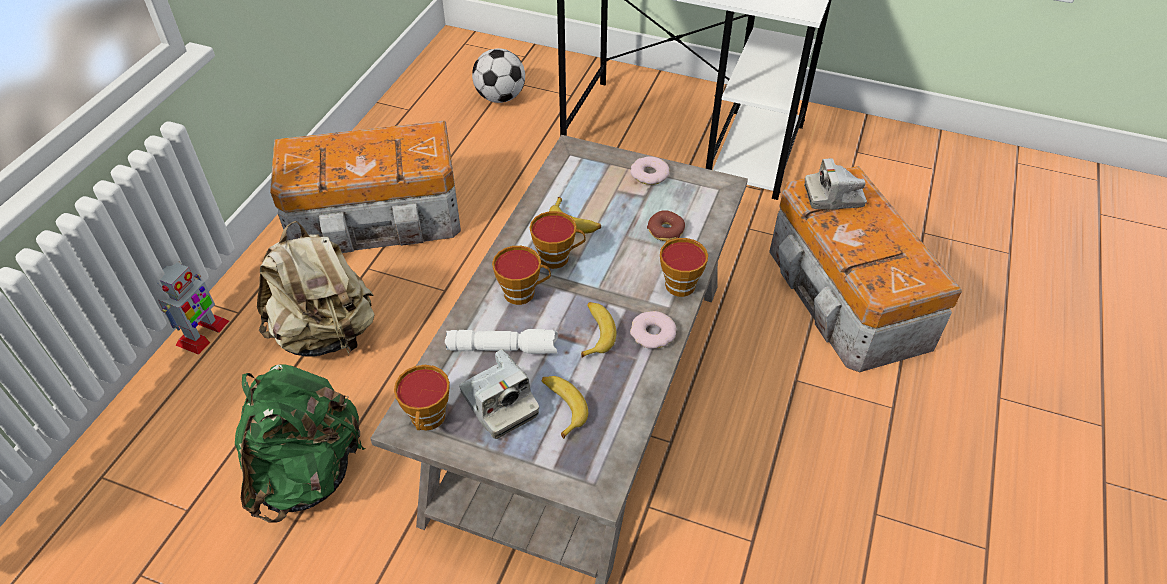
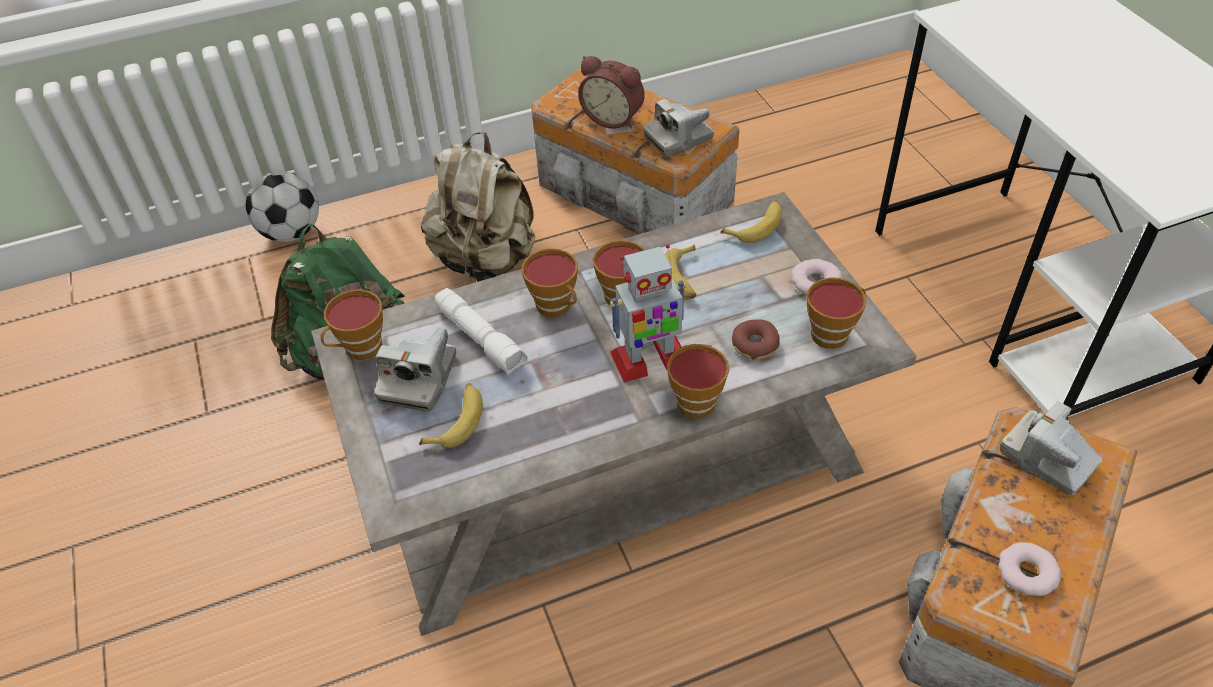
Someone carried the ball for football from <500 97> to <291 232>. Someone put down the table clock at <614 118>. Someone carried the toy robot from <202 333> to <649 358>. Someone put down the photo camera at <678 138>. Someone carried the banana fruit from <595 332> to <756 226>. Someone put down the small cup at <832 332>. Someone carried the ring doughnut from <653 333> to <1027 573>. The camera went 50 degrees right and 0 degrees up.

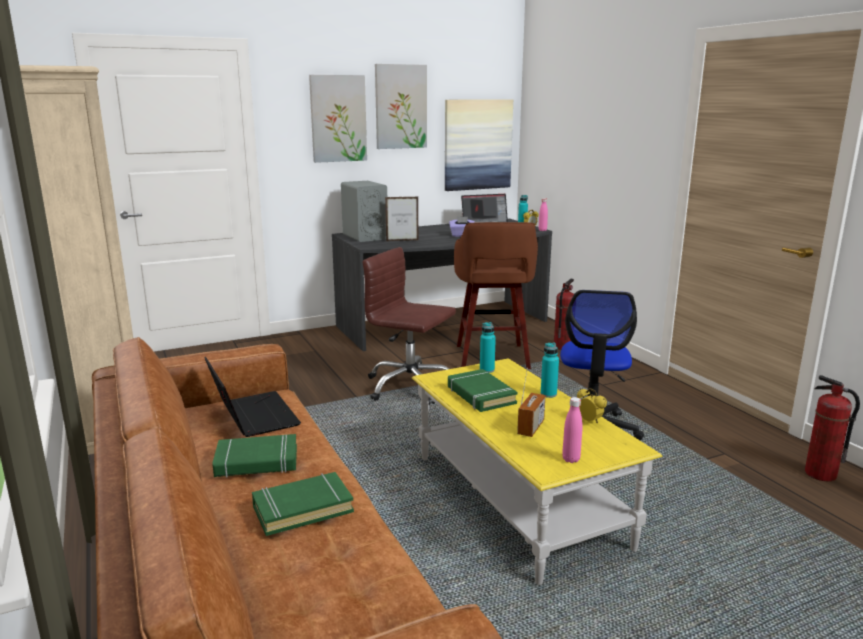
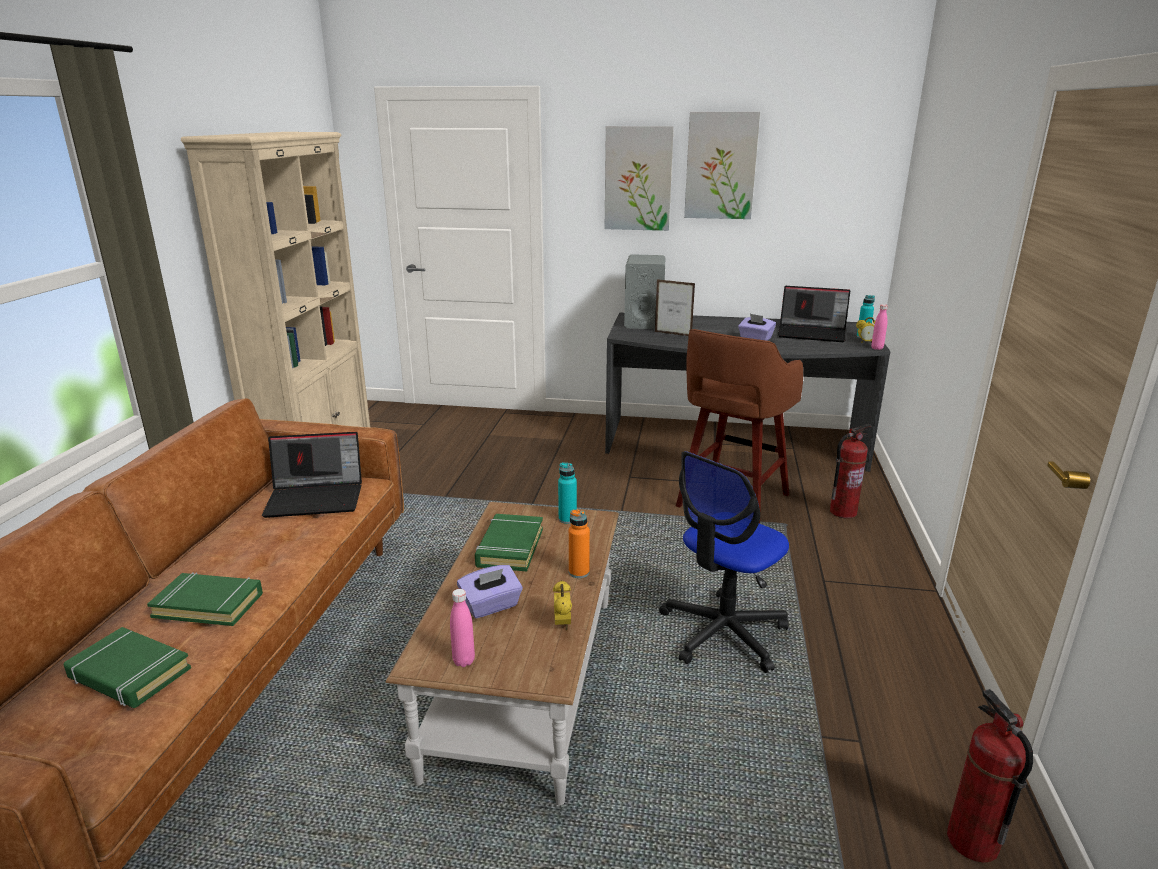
Someone carried the green volume from <256 462> to <129 674>. Someone rotated the portable computer at <252 416> by 75 degrees clockwise. Someone repainted the yellowish low table at <517 500>, which became the brown-coloured low table at <525 681>. Someone swapped the radio set at <531 428> for the purplish box of tissues at <491 606>. Someone repainted the turquoise bottle at <548 394>, which became the orange bottle at <579 572>. Someone took away the brown-coloured office chair at <410 386>. Someone took away the picture at <477 144>. The camera went 35 degrees right and 5 degrees up.

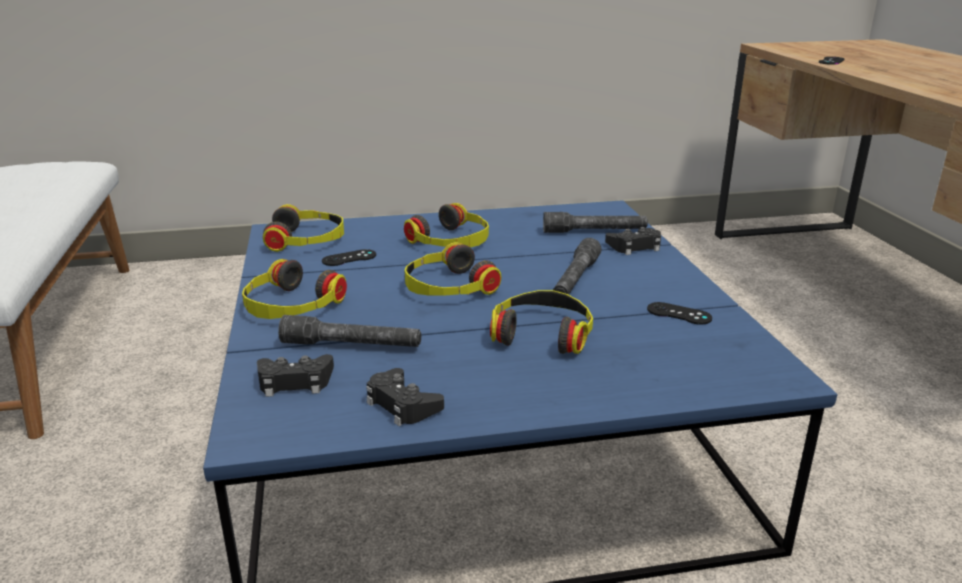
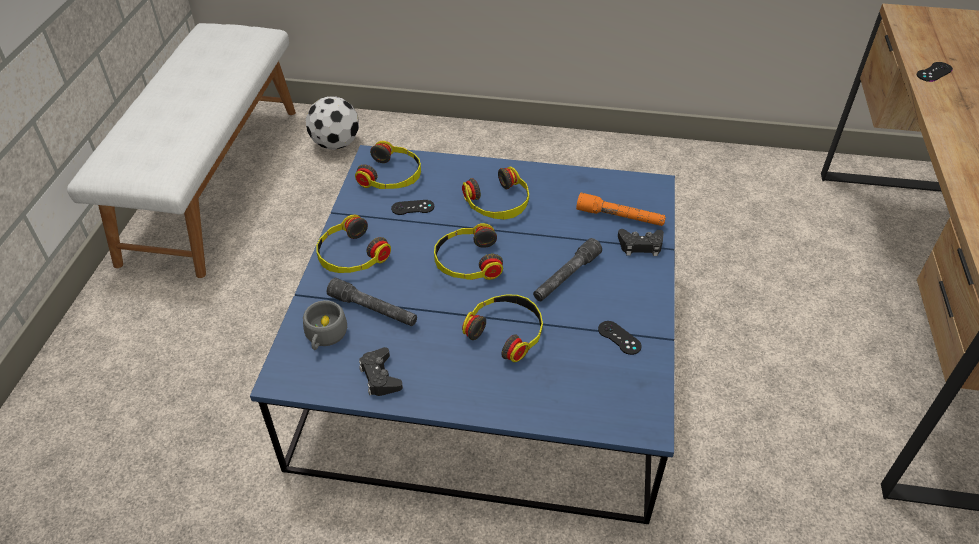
Someone swapped the black-coloured gamepad at <295 382> for the greyish small cup at <324 336>. Someone put down the ball for football at <336 143>. Someone repainted the greyish hand torch at <594 232>, which became the orange hand torch at <620 217>. The camera went 20 degrees right and 20 degrees up.

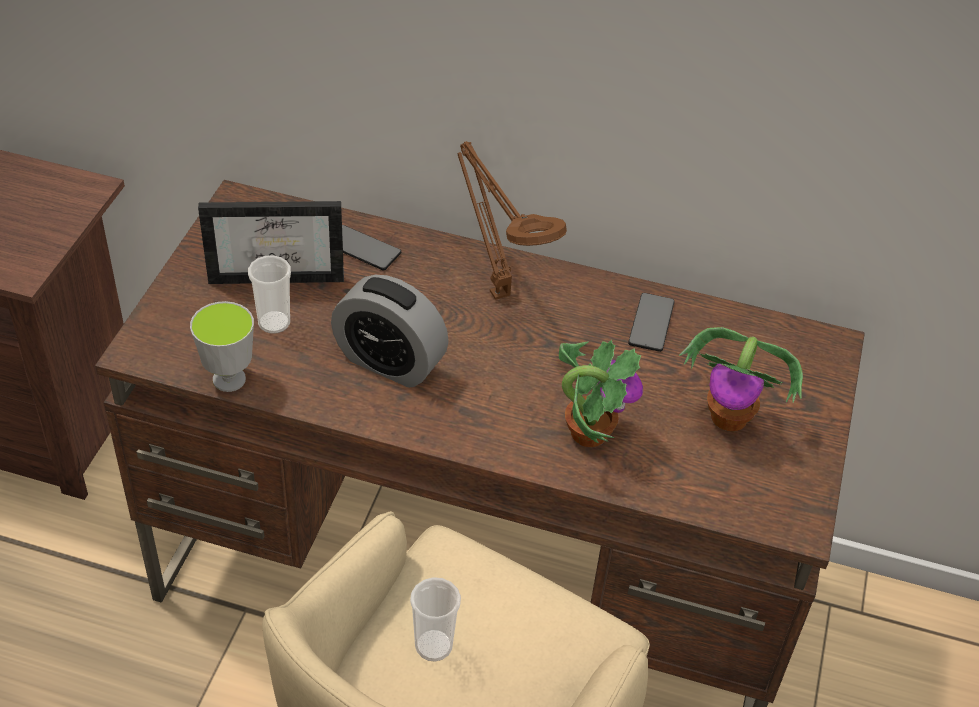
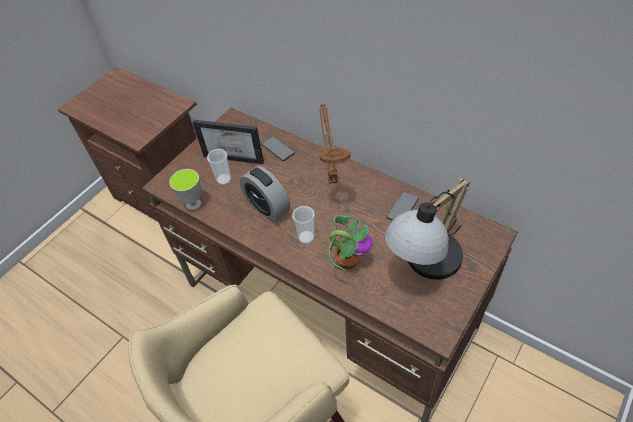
Someone carried the small cup from <433 646> to <306 237>. Someone swapped the houseplant at <730 417> for the lamp for a table at <424 266>. The camera went 25 degrees right and 5 degrees up.

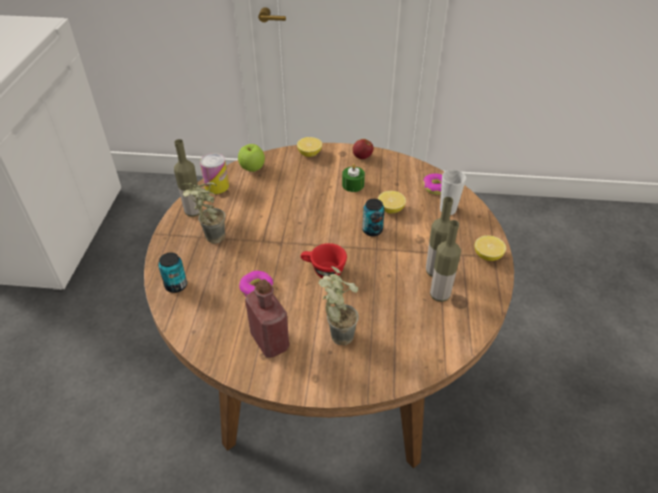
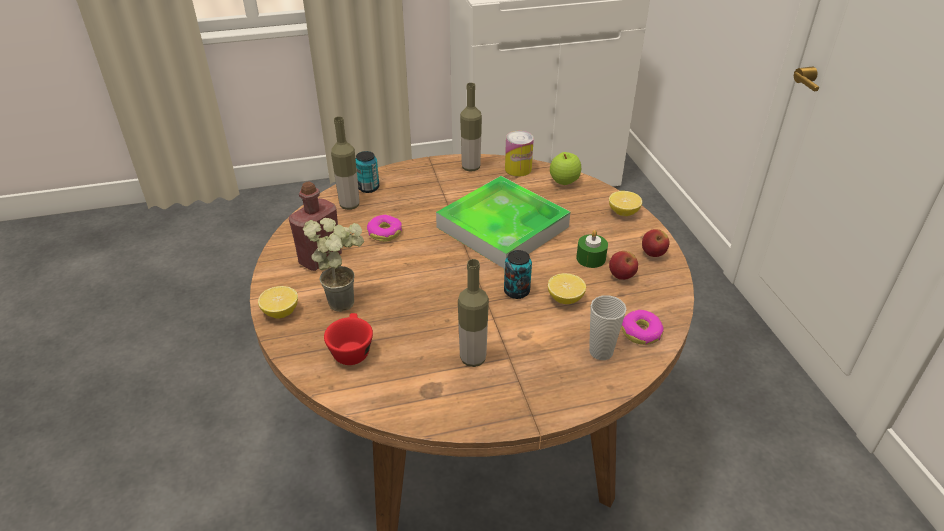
Someone carried the citrus fruit from <487 256> to <280 312>. Someone carried the red small cup from <323 271> to <351 349>. Someone carried the bottle from <439 295> to <349 205>. Someone put down the carrying tray at <502 227>. Someone put down the whole apple at <621 276>. Someone took away the houseplant at <209 238>. The camera went 70 degrees right and 5 degrees down.

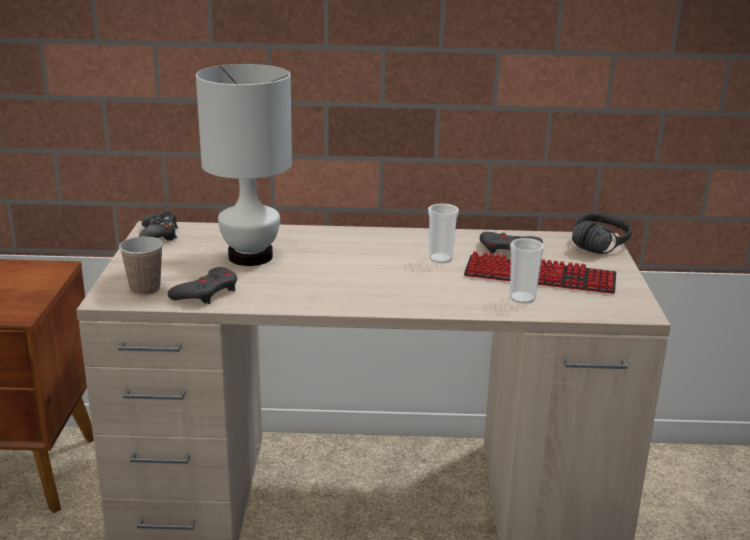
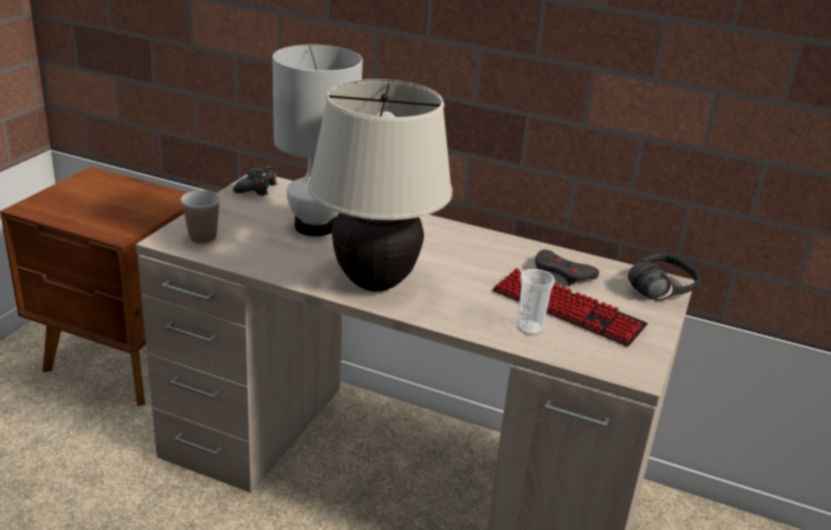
Someone put down the beige-coloured lamp for a table at <374 283>. Someone took away the greyish gamepad at <206 292>. Someone took away the small cup at <440 259>. The camera went 20 degrees right and 5 degrees up.

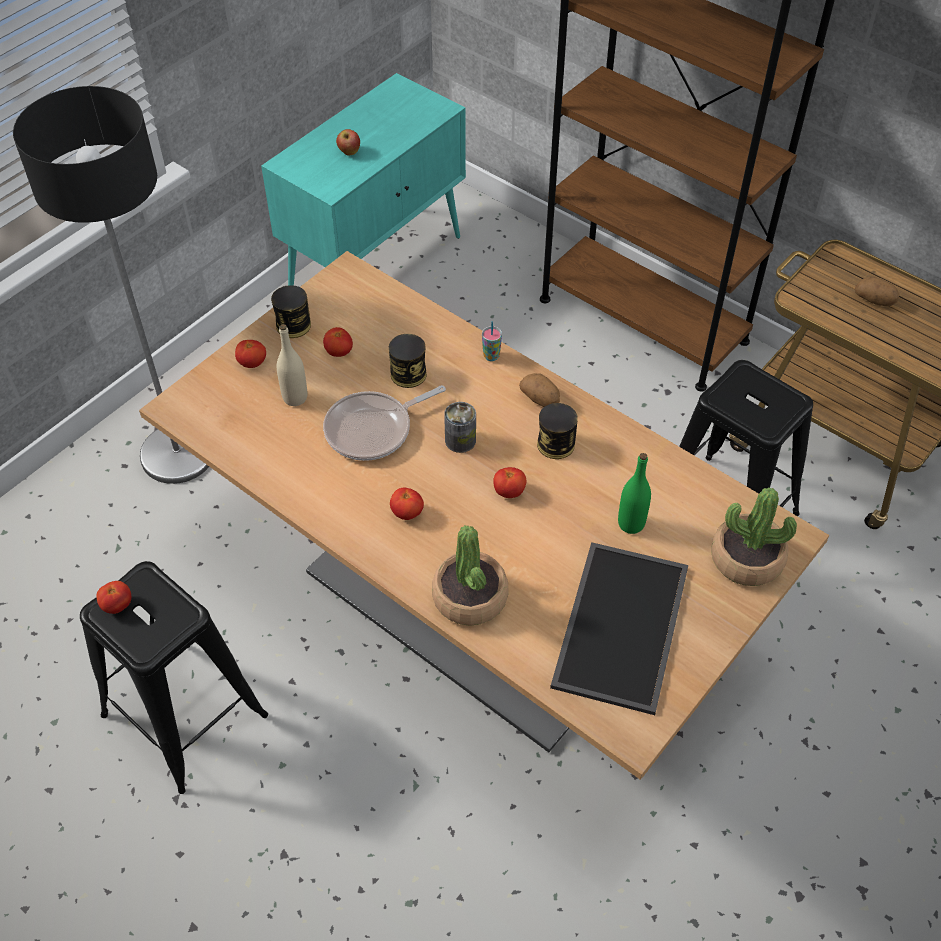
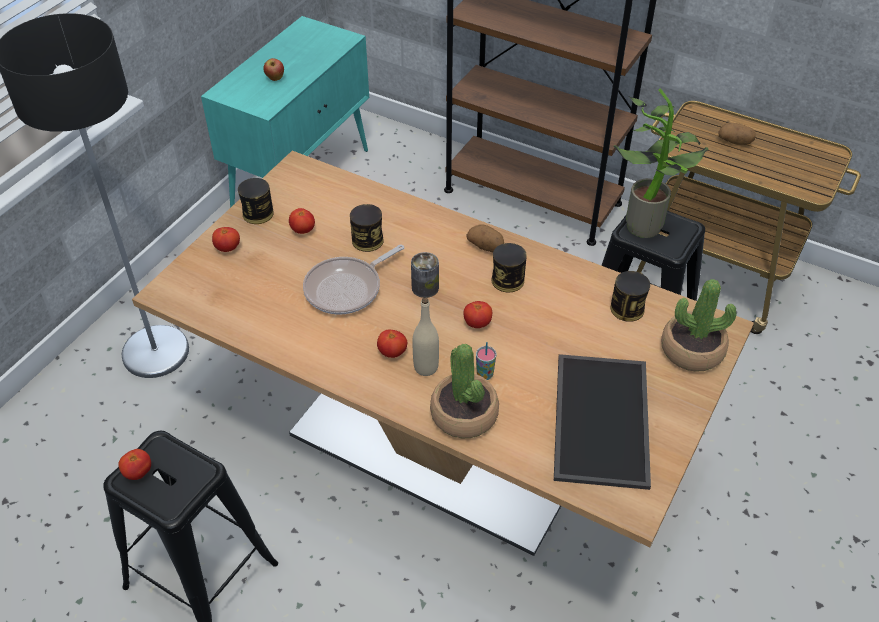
Someone carried the beige-coloured bottle from <295 397> to <426 367>. Someone carried the small cup from <491 356> to <485 375>. Someone put down the sealed can at <627 309>. Someone put down the houseplant at <647 223>. Someone took away the green bottle at <631 523>. The camera went 10 degrees left and 5 degrees down.

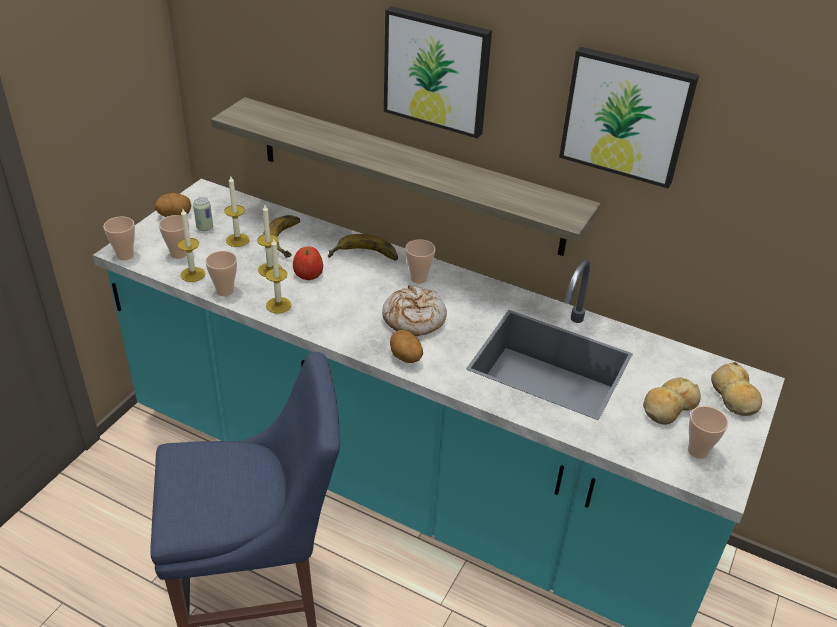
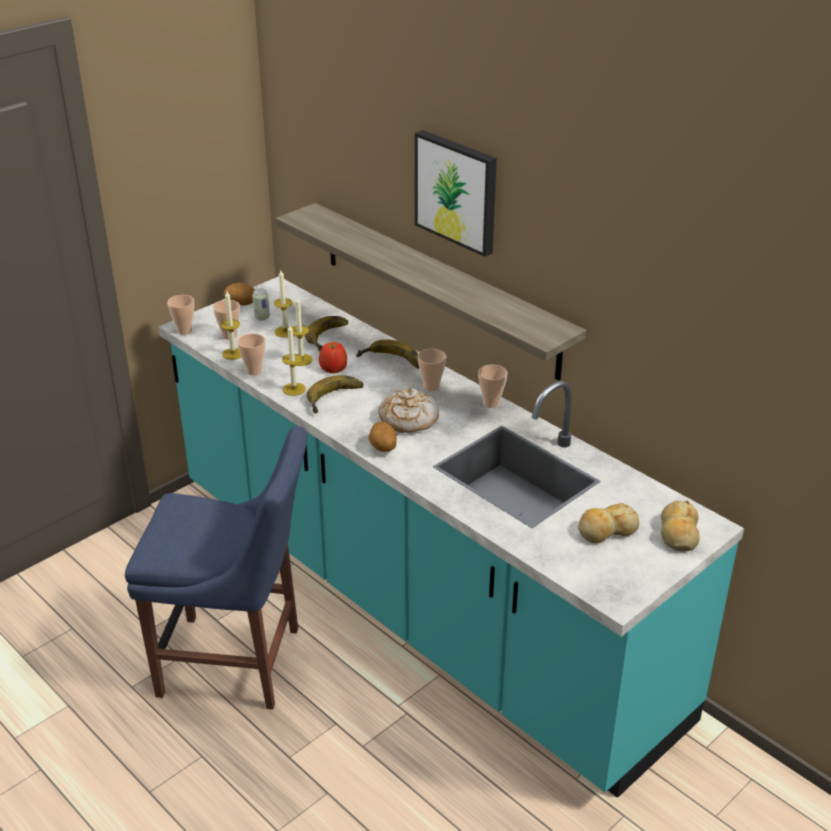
Someone put down the banana fruit at <337 399>. Someone carried the small cup from <698 451> to <491 403>. Someone took away the picture at <626 116>. The camera went 20 degrees right and 5 degrees down.

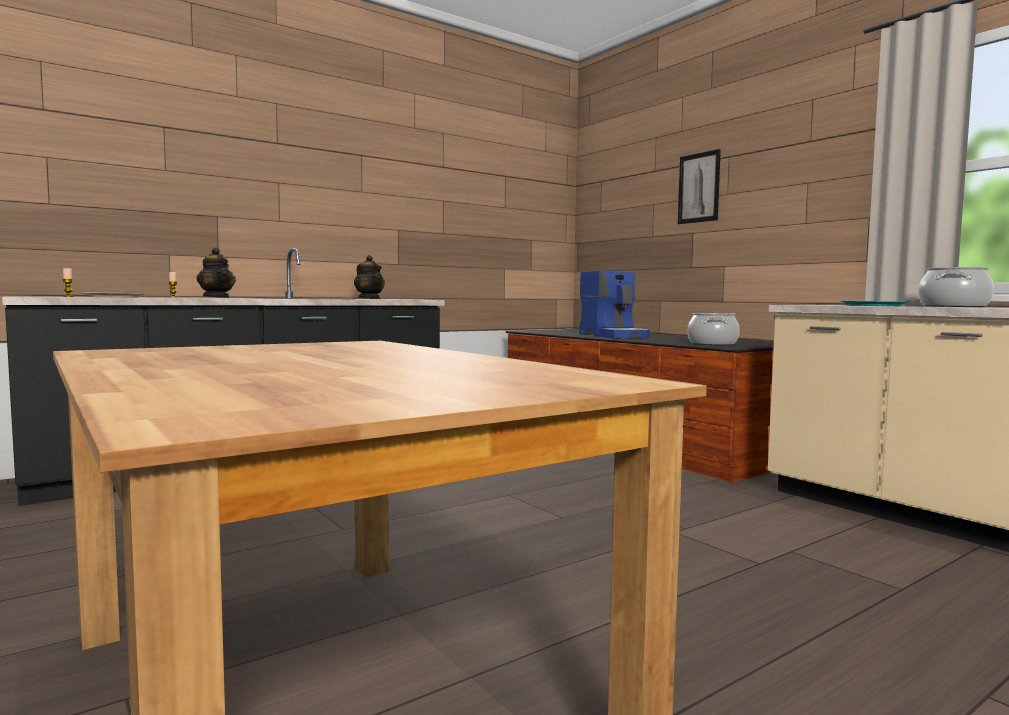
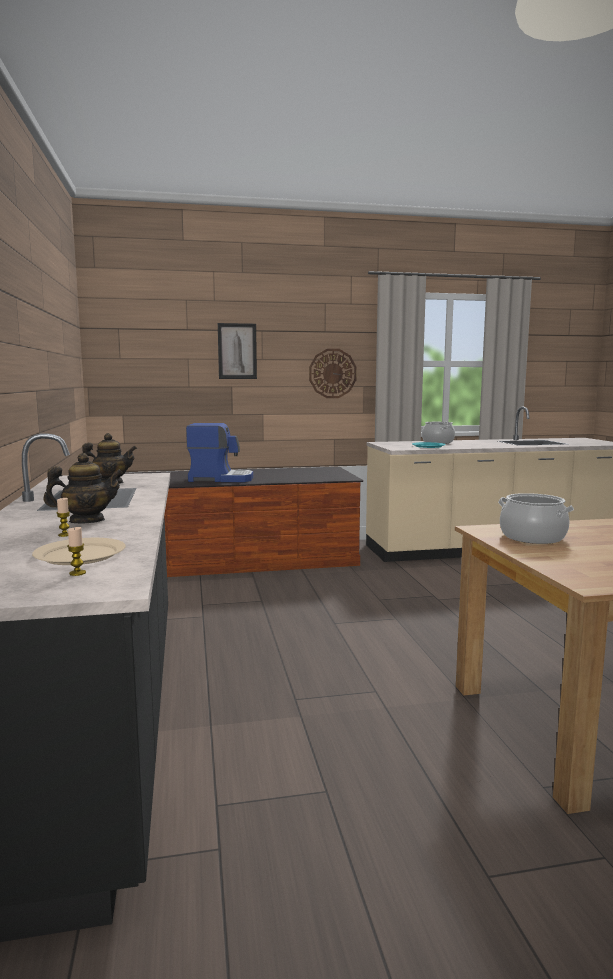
Someone put up the clock on the wall at <332 373>. Someone carried the cooking pot from <713 343> to <533 537>. The camera went 65 degrees left and 5 degrees up.

